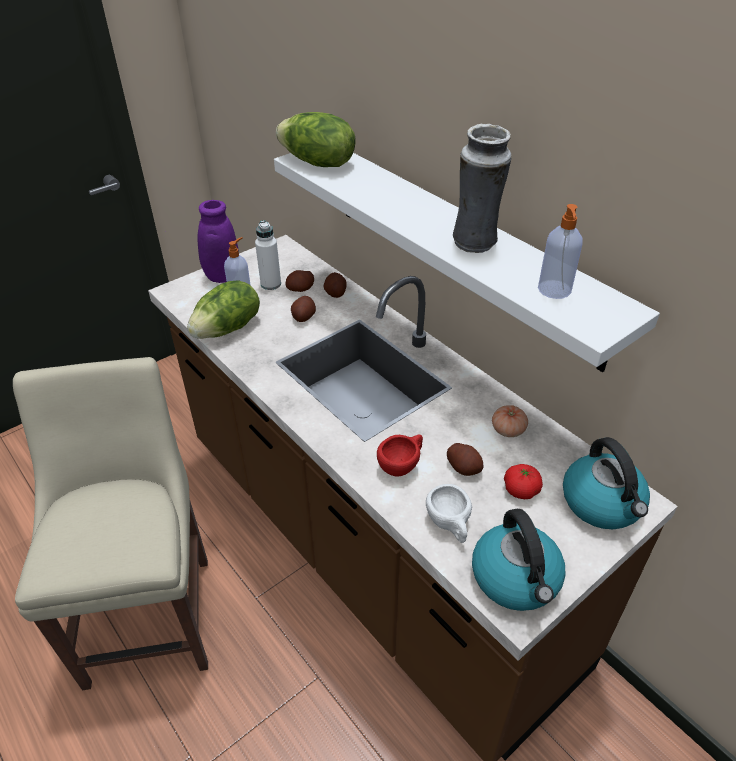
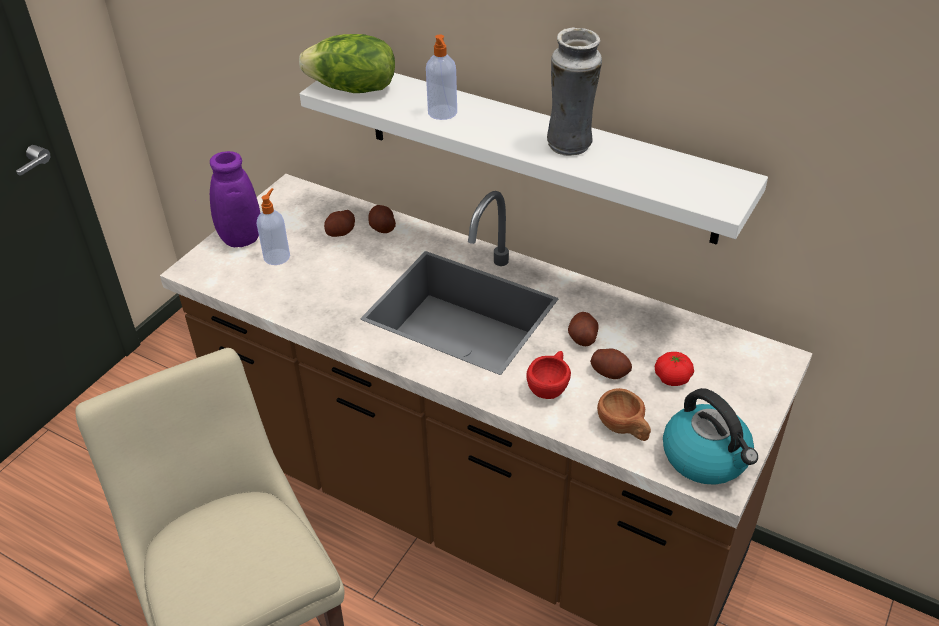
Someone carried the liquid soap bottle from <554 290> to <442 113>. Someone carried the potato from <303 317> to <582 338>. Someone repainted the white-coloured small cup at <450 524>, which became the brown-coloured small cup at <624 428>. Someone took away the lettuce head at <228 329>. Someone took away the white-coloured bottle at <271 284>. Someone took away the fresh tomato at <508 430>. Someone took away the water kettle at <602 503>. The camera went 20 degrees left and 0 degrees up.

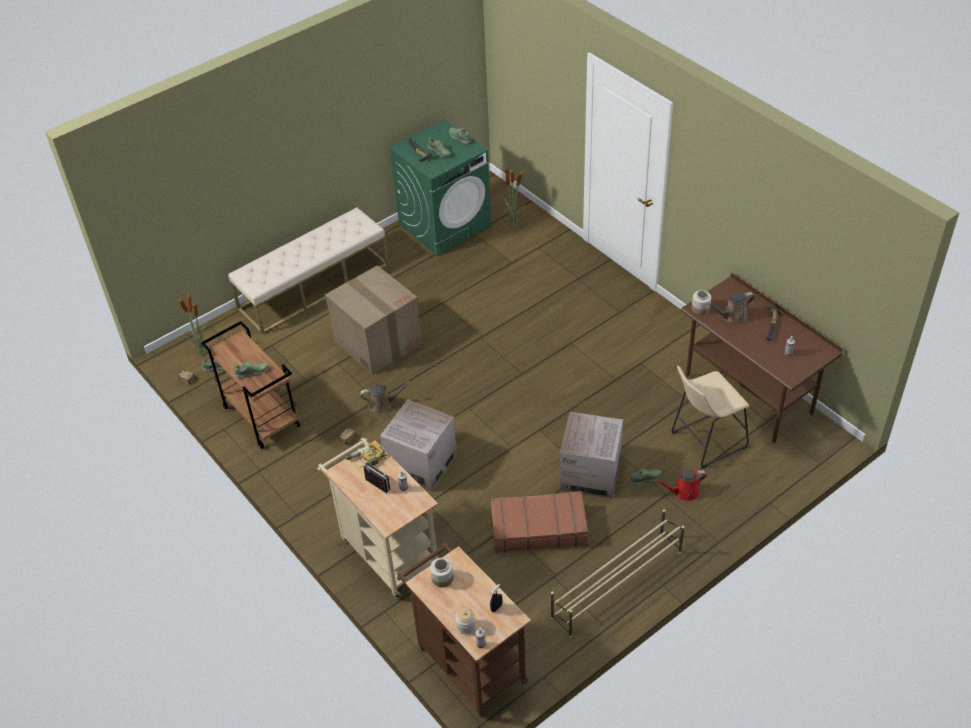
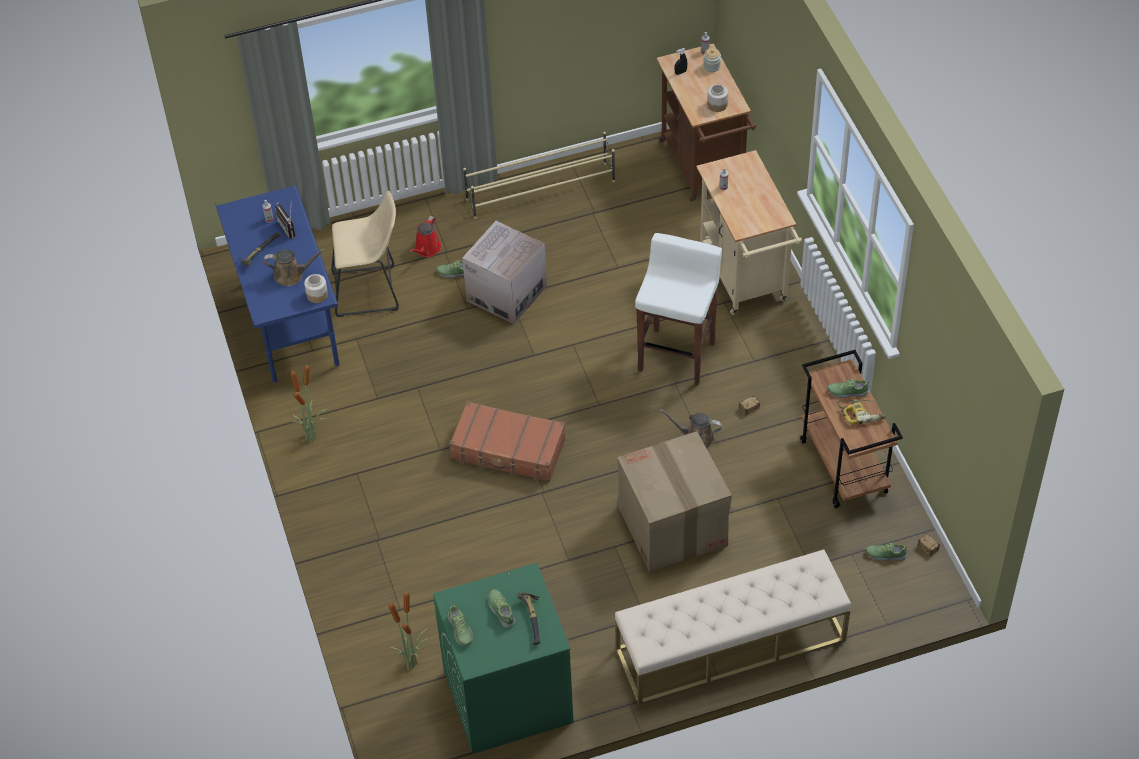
Someone repainted the brown-coloured desk at <748 395>, which became the bluish desk at <289 325>. Someone carried the radio set from <375 486> to <290 228>. Someone carried the houseplant from <202 353> to <312 437>. Someone rotated the red watering pot at <683 492> by 105 degrees clockwise. Someone carried the brown-coloured suitcase from <538 528> to <508 450>. Someone swapped the packing box at <421 464> for the white-coloured sitting stool at <677 355>. Someone carried the electric drill from <367 459> to <861 414>. The camera went 160 degrees left and 5 degrees up.

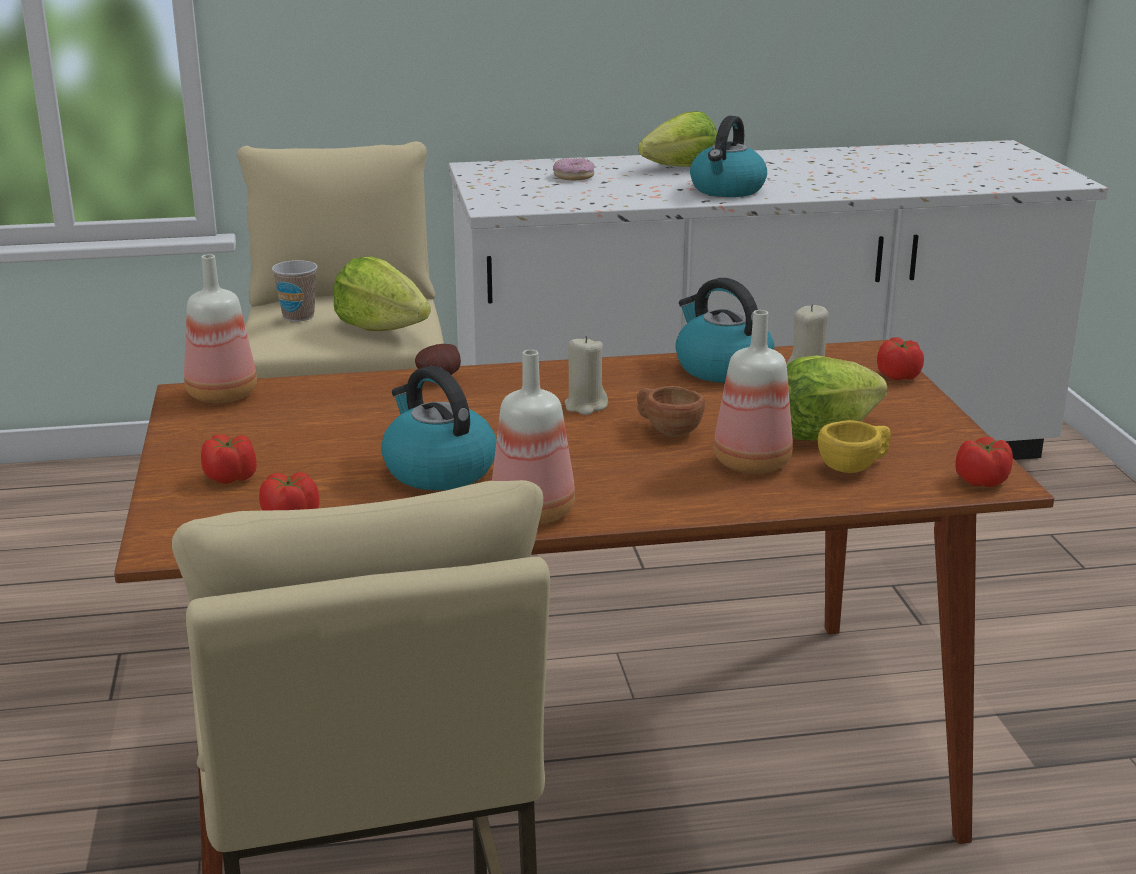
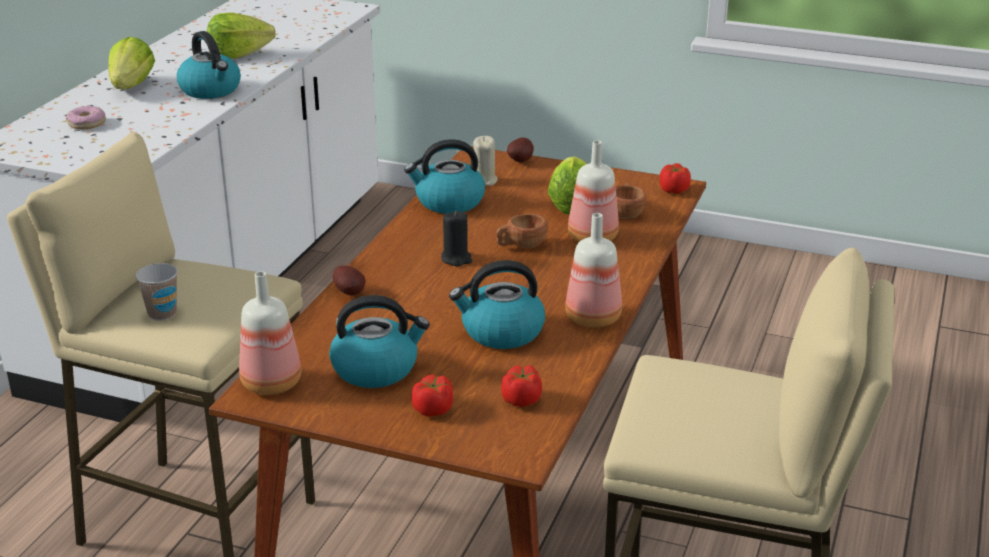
Someone carried the lettuce head from <382 328> to <238 55>. Someone put down the water kettle at <376 368>. Someone repainted the beige-coloured candle at <585 406>, which became the black-coloured candle at <456 259>. Someone swapped the fresh tomato at <898 376> for the potato at <521 161>. Someone repainted the yellowish small cup at <855 467>, which became the brown-coloured small cup at <626 213>. The camera went 60 degrees left and 5 degrees up.

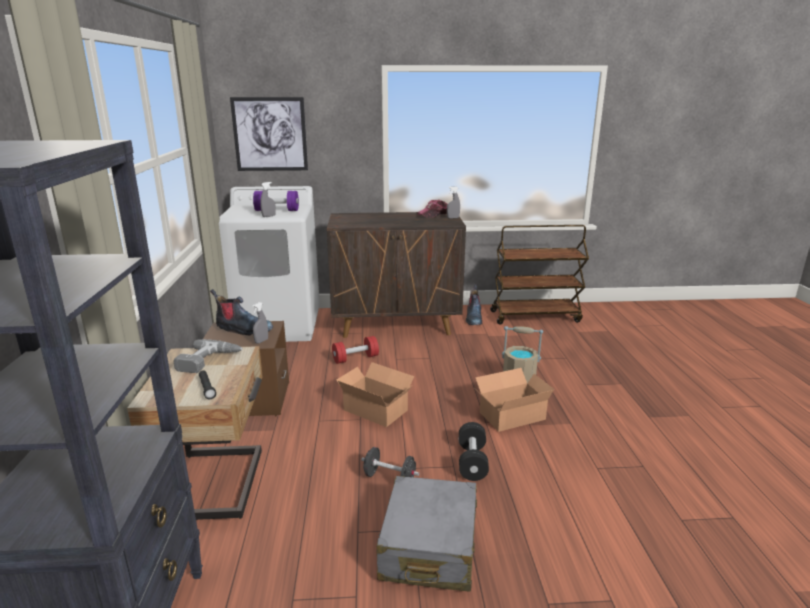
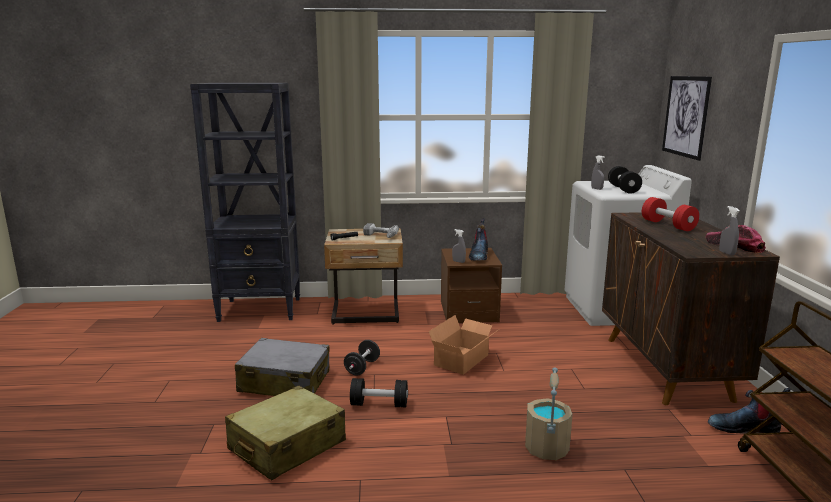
Someone put down the beige-coloured suitcase at <286 446>. Someone repainted the purplish hand weight at <277 210>, which became the black-coloured hand weight at <623 189>. Someone carried the red hand weight from <355 358> to <668 225>. Someone took away the packing box at <509 415>. The camera went 90 degrees right and 5 degrees down.

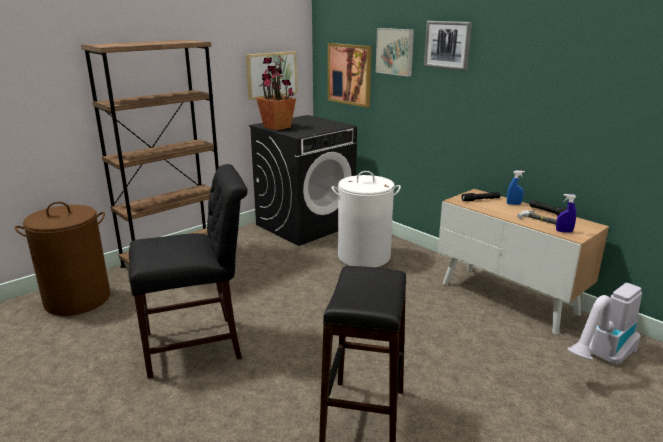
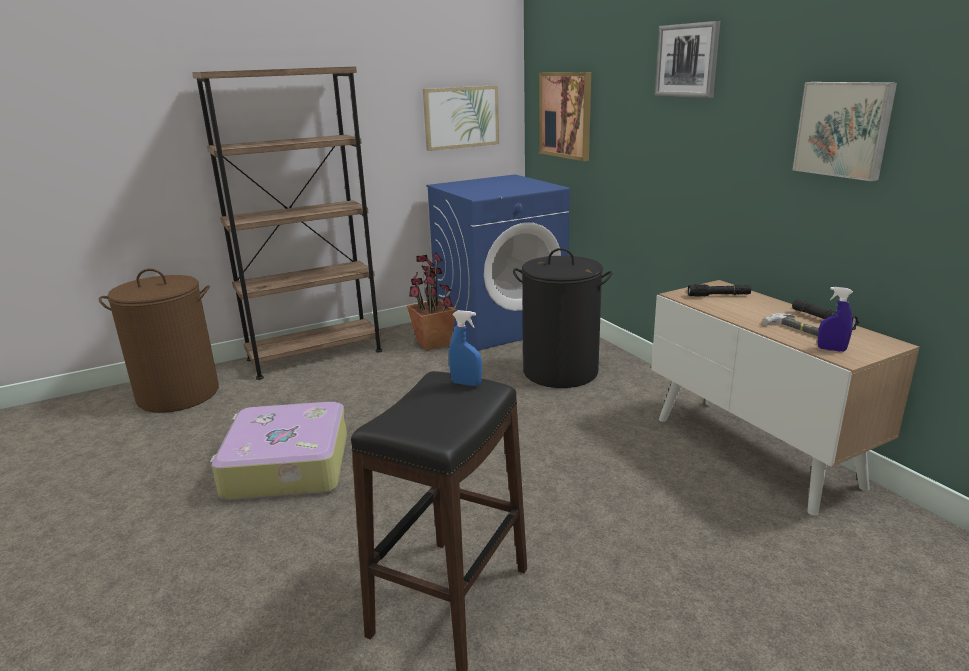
Someone swapped the black-coloured upright chair at <199 345> for the suitcase at <285 467>. Someone carried the houseplant from <277 127> to <433 343>. Someone repainted the black-coloured washing machine at <305 224>, which became the bluish washing machine at <500 324>. Someone carried the bluish spray bottle from <513 204> to <466 383>. Someone repainted the white-coloured hamper at <364 256>, which became the black-coloured hamper at <560 371>. Someone carried the picture from <395 51> to <844 129>. Someone took away the vacuum cleaner at <602 359>. The camera went 15 degrees right and 0 degrees up.

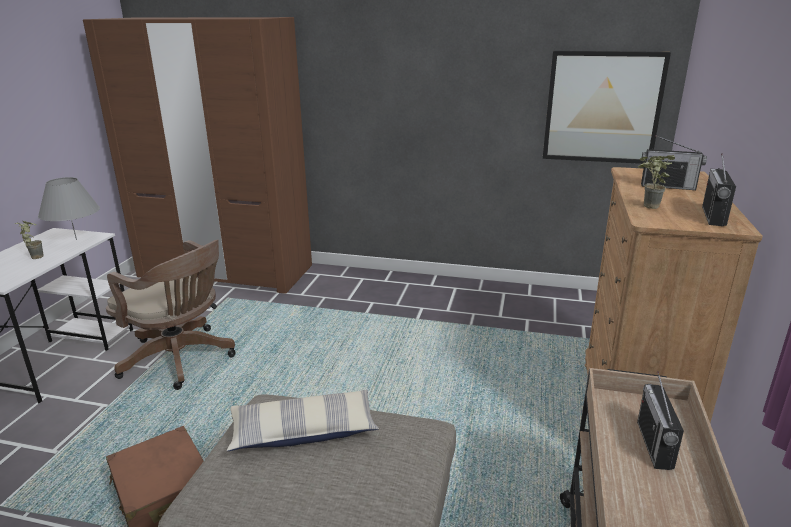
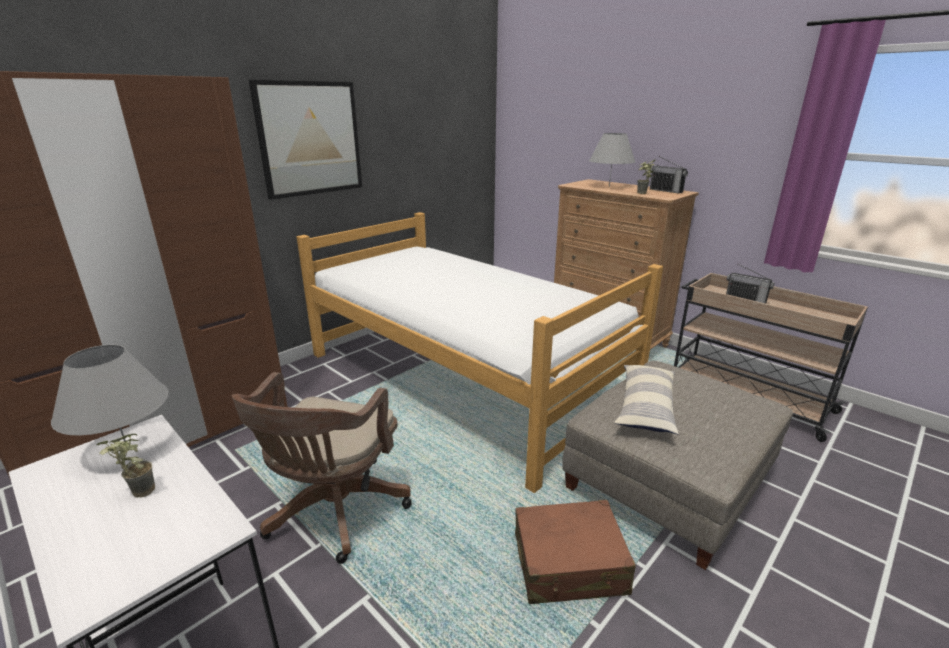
Someone rotated the brown-coloured office chair at <181 360> by 135 degrees clockwise. Someone carried the picture from <602 107> to <310 139>. Someone put down the bedroom bed at <463 377>. Someone swapped the radio set at <667 186> for the greyish lamp for a table at <609 186>. The camera went 60 degrees left and 0 degrees up.

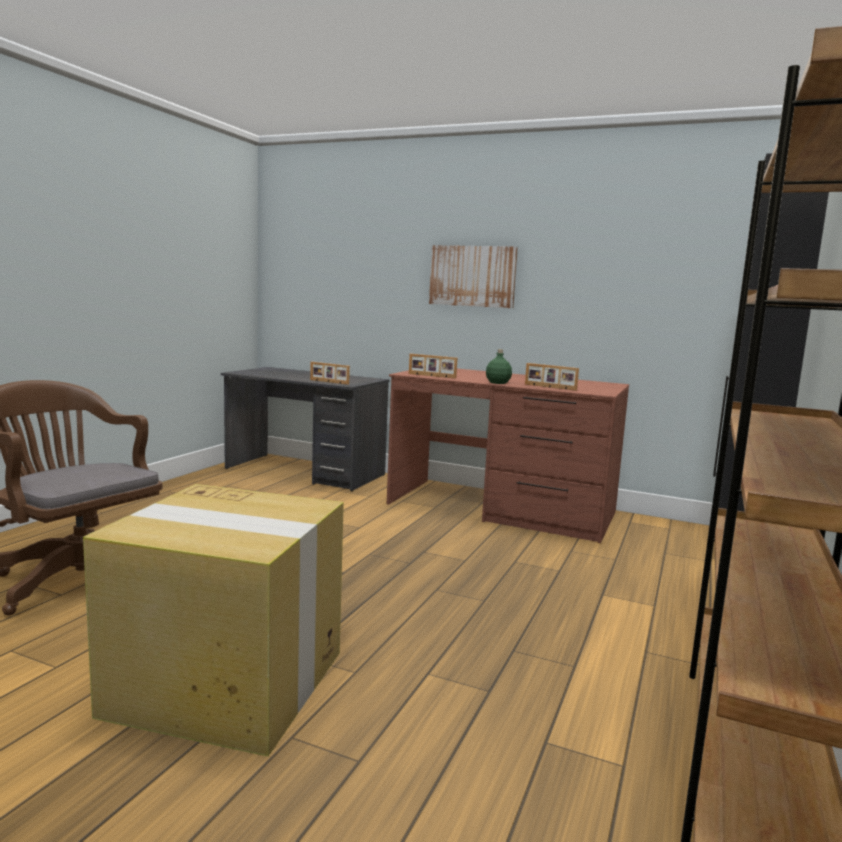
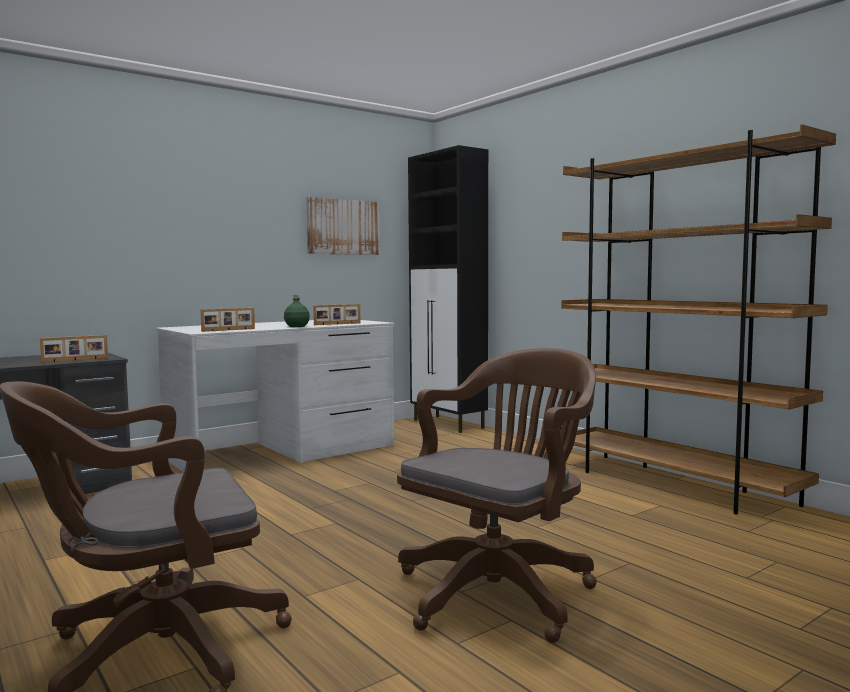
Someone repainted the brown-coloured desk at <501 508>, which became the white-coloured desk at <283 452>. Someone carried the picture from <472 276> to <343 227>. Someone swapped the packing box at <230 683> for the brown-coloured office chair at <500 590>. The camera went 60 degrees left and 5 degrees down.

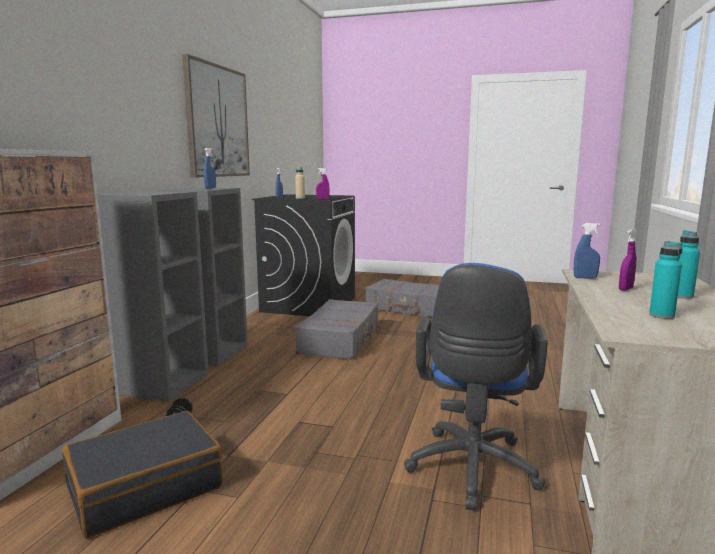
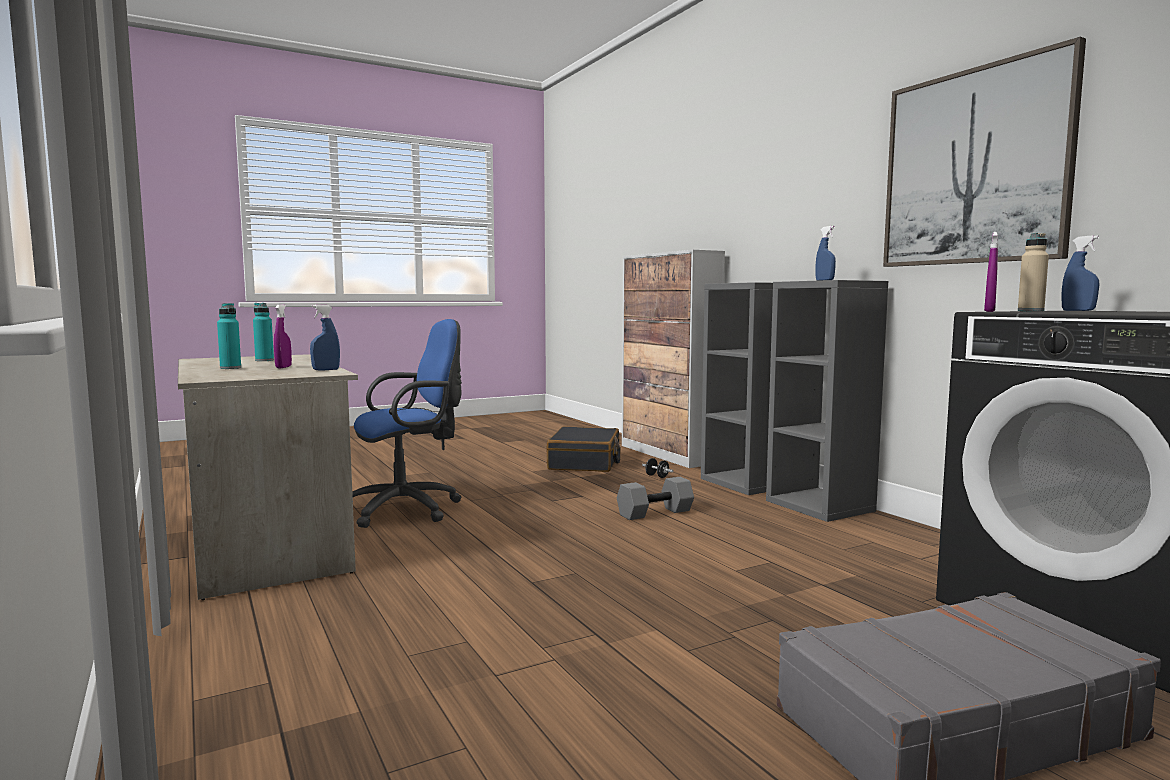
Someone rotated the bluish office chair at <471 471> by 90 degrees clockwise. Someone put down the greyish hand weight at <655 513>. Someone took away the greyish suitcase at <341 339>. The camera went 135 degrees right and 5 degrees down.

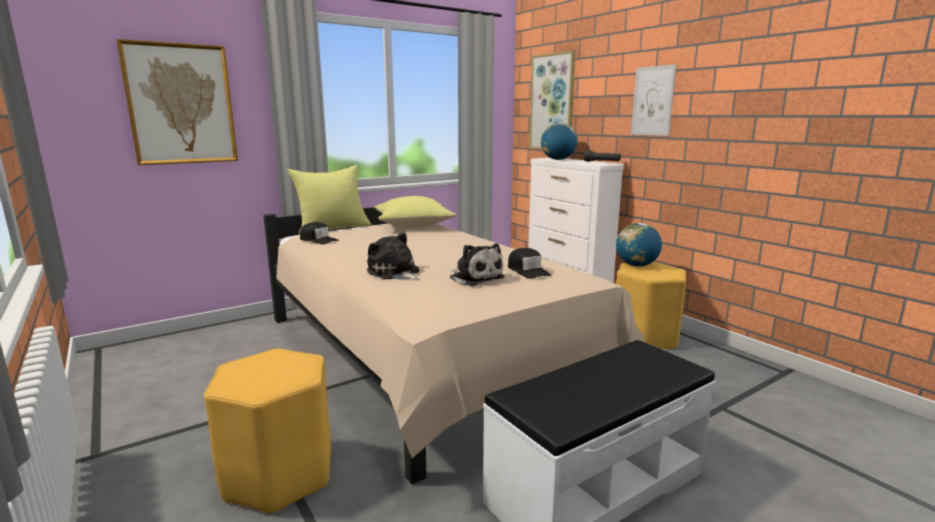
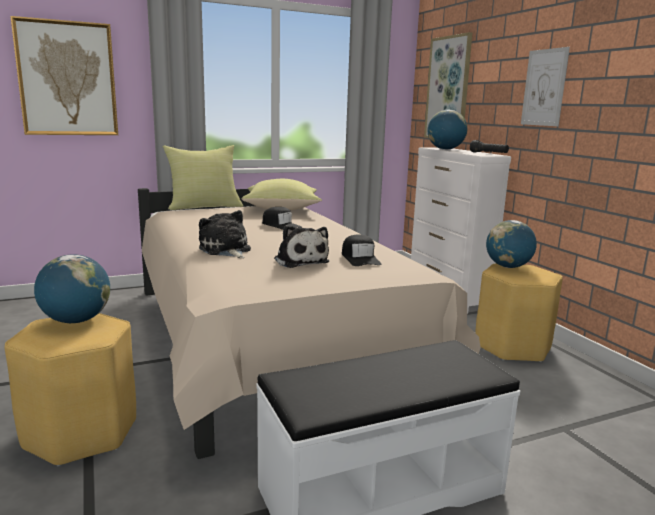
Someone put down the globe at <76 320>. Someone carried the black-coloured cap from <318 240> to <281 225>. The camera went 10 degrees right and 0 degrees up.

